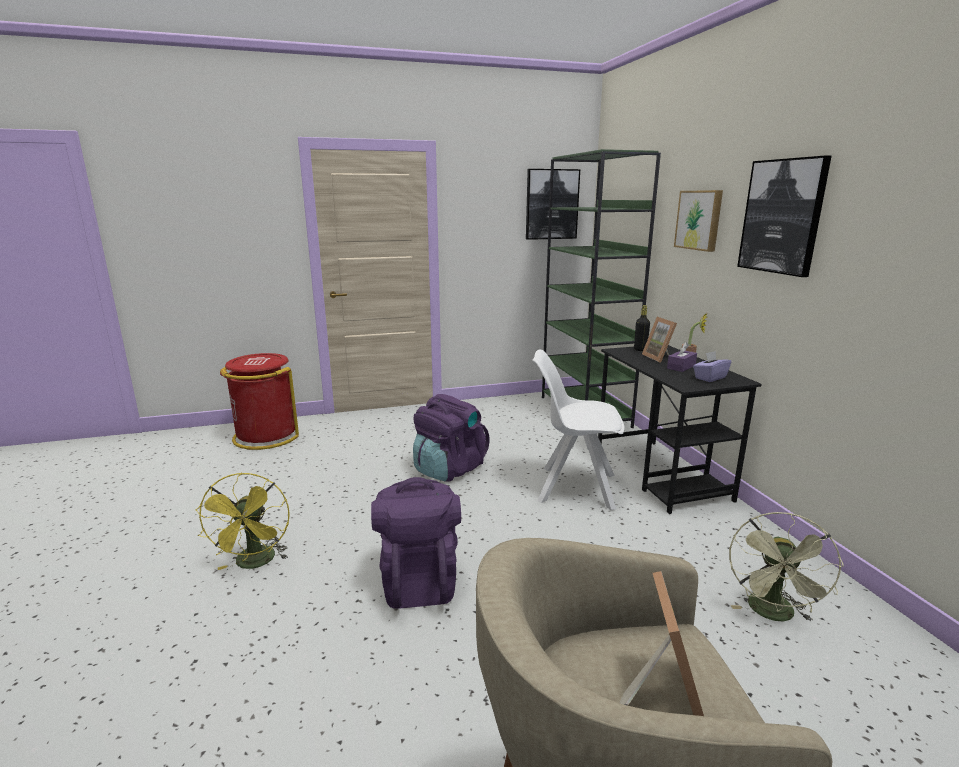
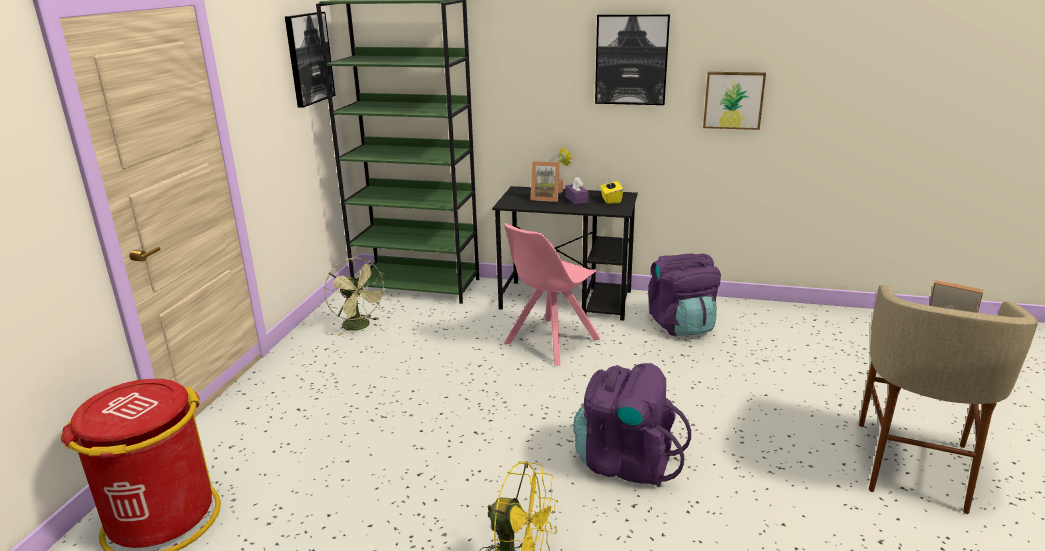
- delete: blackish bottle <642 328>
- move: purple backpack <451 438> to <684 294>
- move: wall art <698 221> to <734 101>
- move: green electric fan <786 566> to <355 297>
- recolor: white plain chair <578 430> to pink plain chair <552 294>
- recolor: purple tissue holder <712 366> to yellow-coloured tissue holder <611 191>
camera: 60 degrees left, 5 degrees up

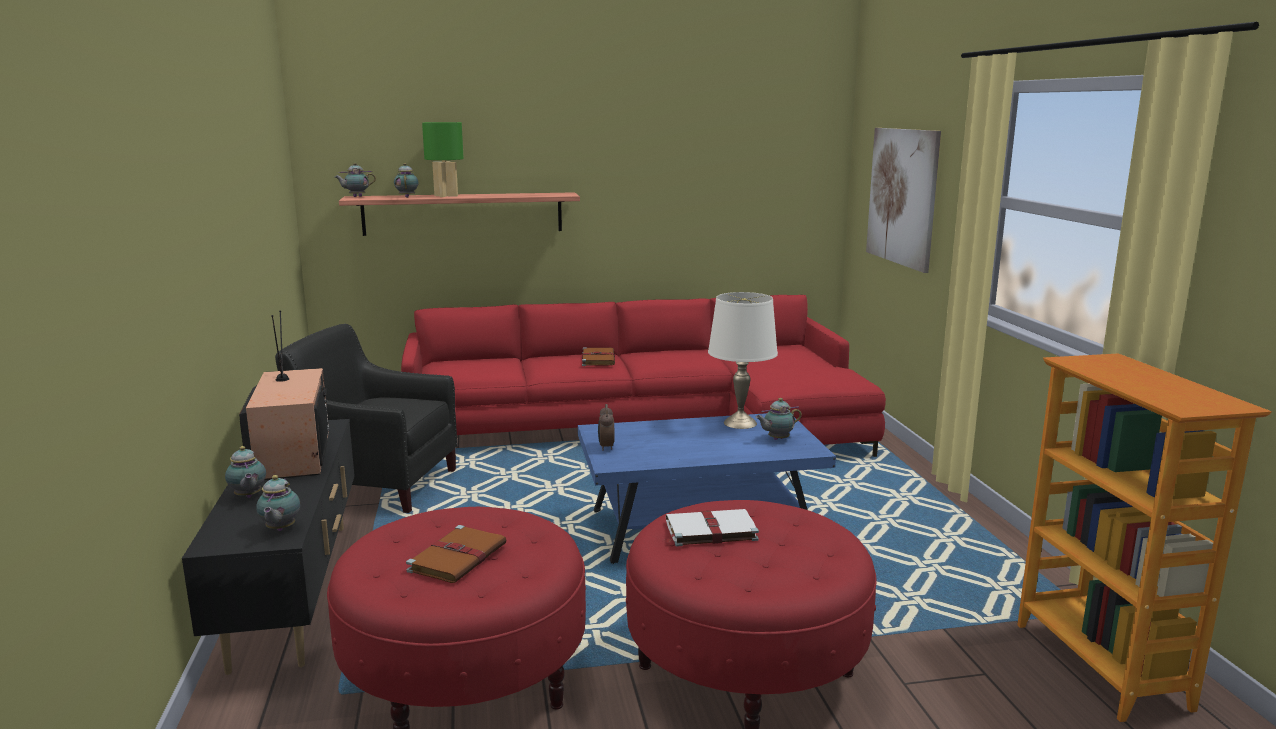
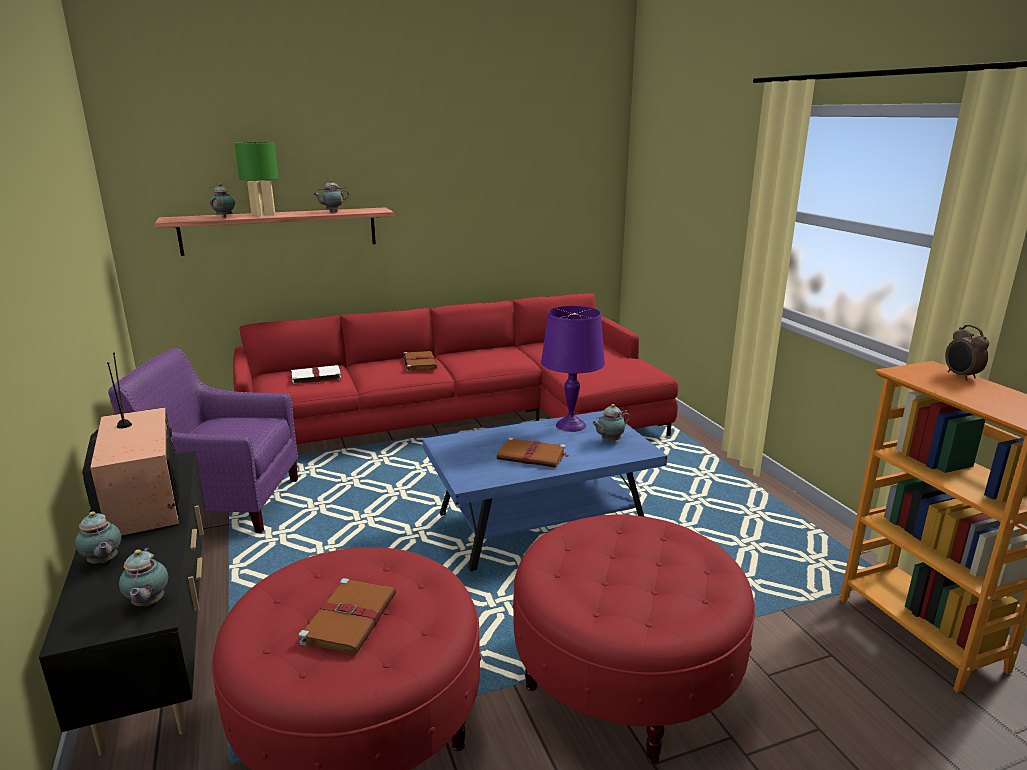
- delete: wall art <903 200>
- insert: brown-coloured bound book <533 452>
- move: teapot <355 180> to <331 196>
- move: alarm clock <606 427> to <967 353>
- move: white bound book <712 527> to <315 375>
- recolor: blackish lounge chair <366 418> to purple lounge chair <203 440>
- recolor: white table lamp <743 360> to purple table lamp <573 369>
camera: 10 degrees left, 5 degrees up

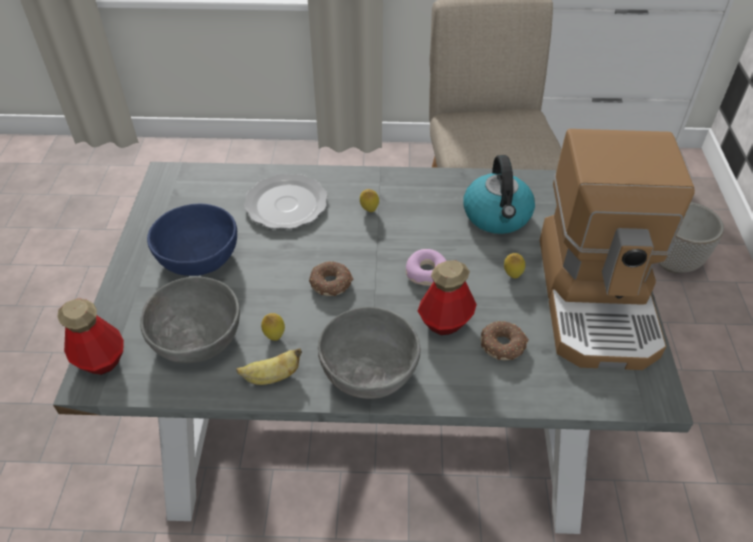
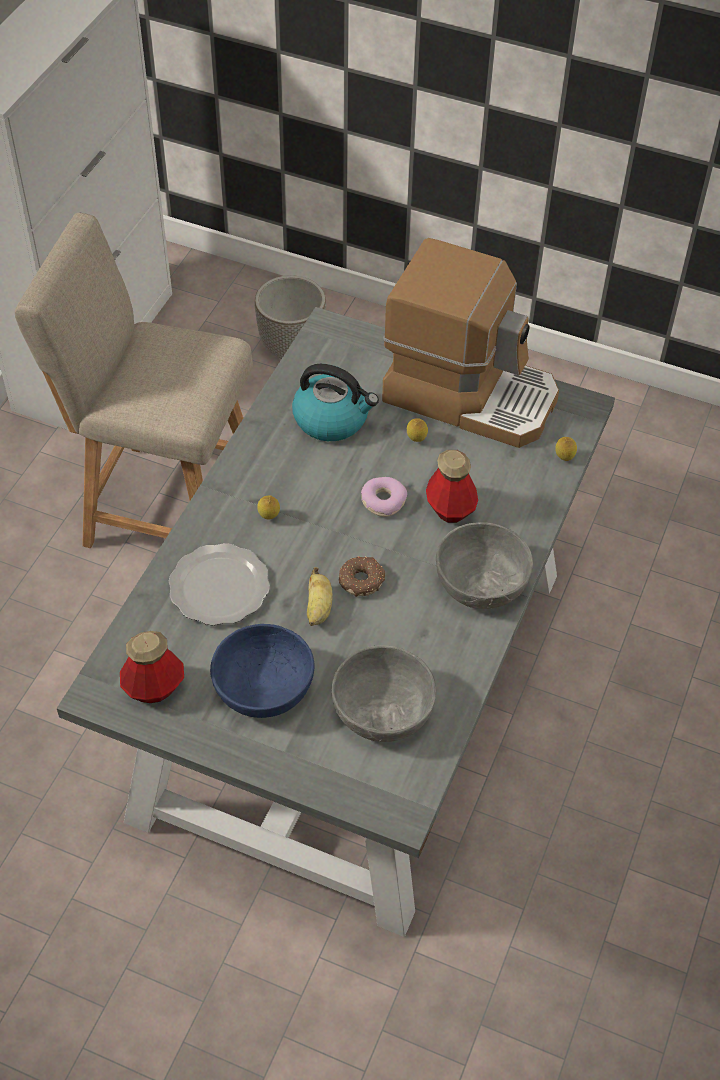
- delete: ring doughnut <505 340>
- move: bottle <90 336> to <152 667>
- move: banana <269 366> to <320 596>
- move: citrus fruit <273 327> to <566 449>
camera: 70 degrees left, 5 degrees up

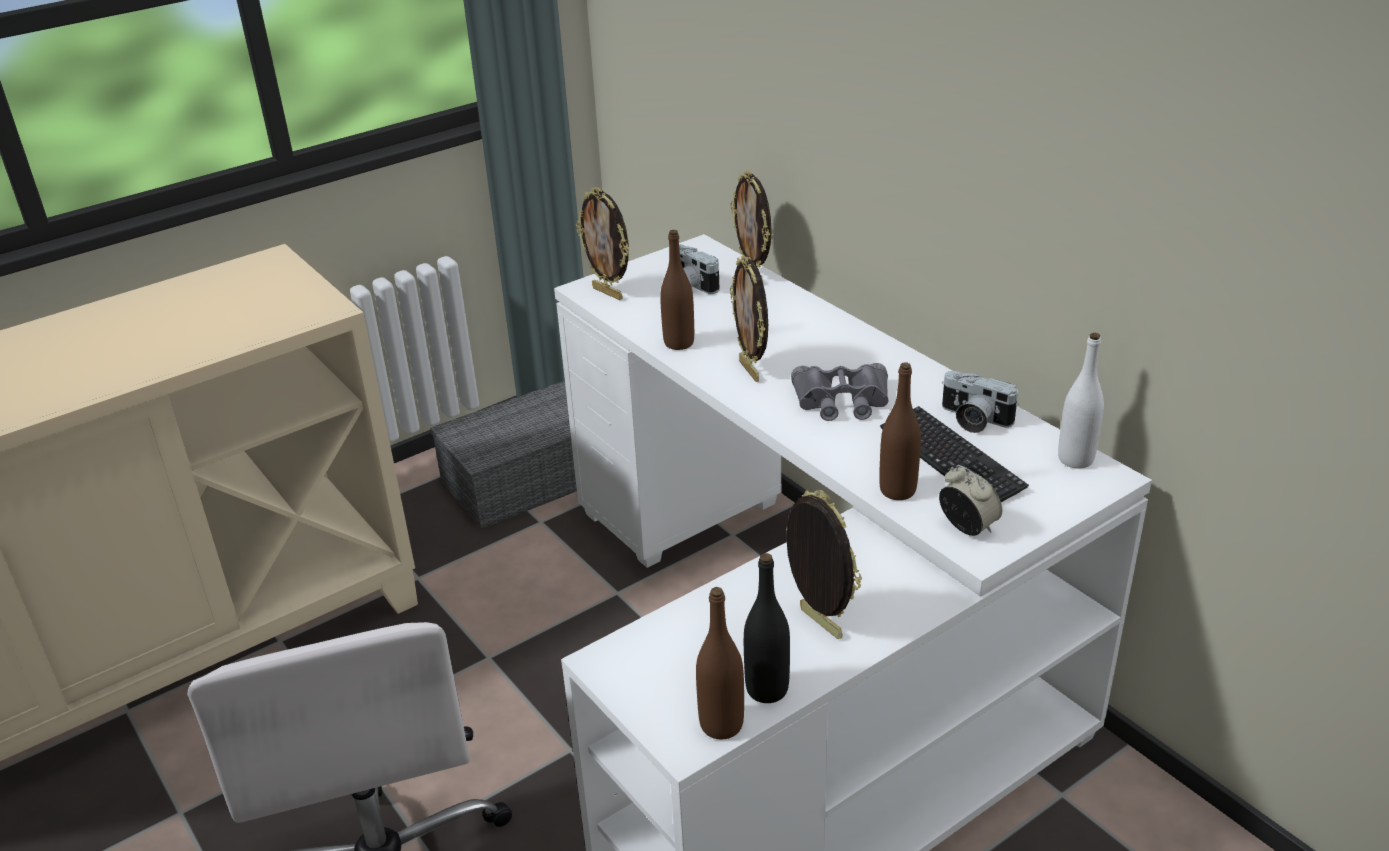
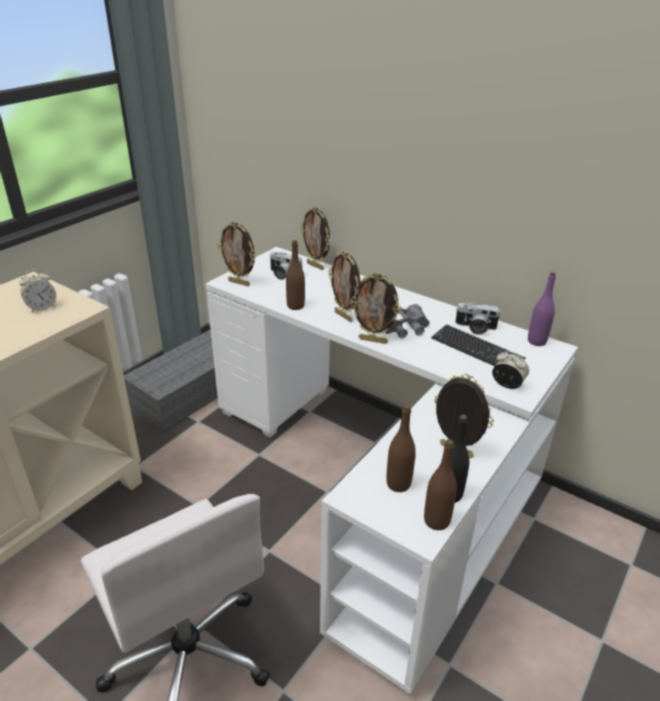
- insert: alarm clock <37 290>
- insert: standing frame <375 308>
- move: brown-coloured bottle <900 431> to <401 448>
- recolor: white bottle <1081 401> to purple bottle <542 309>
camera: 20 degrees left, 0 degrees up

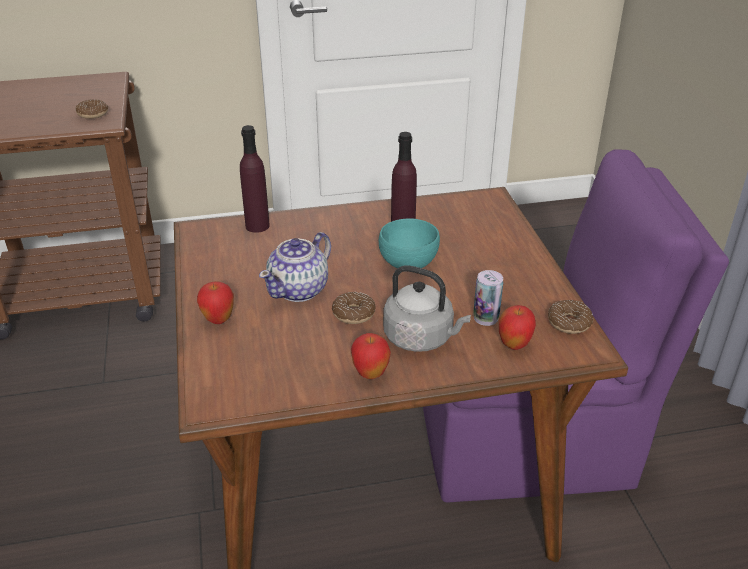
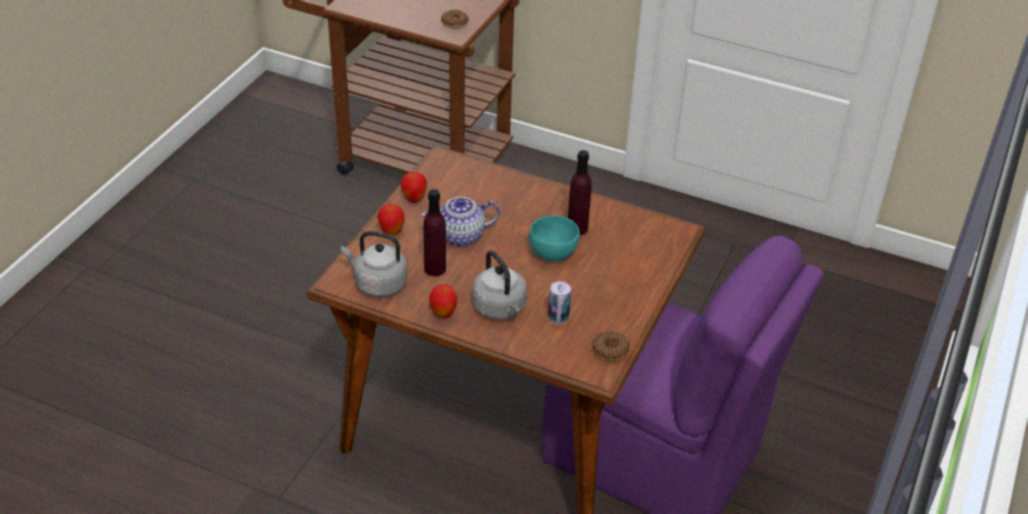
- delete: ring doughnut <354 308>
- insert: grey water kettle <374 264>
- move: purple bottle <255 179> to <435 232>
- move: apple fruit <517 327> to <414 187>
camera: 35 degrees right, 5 degrees up

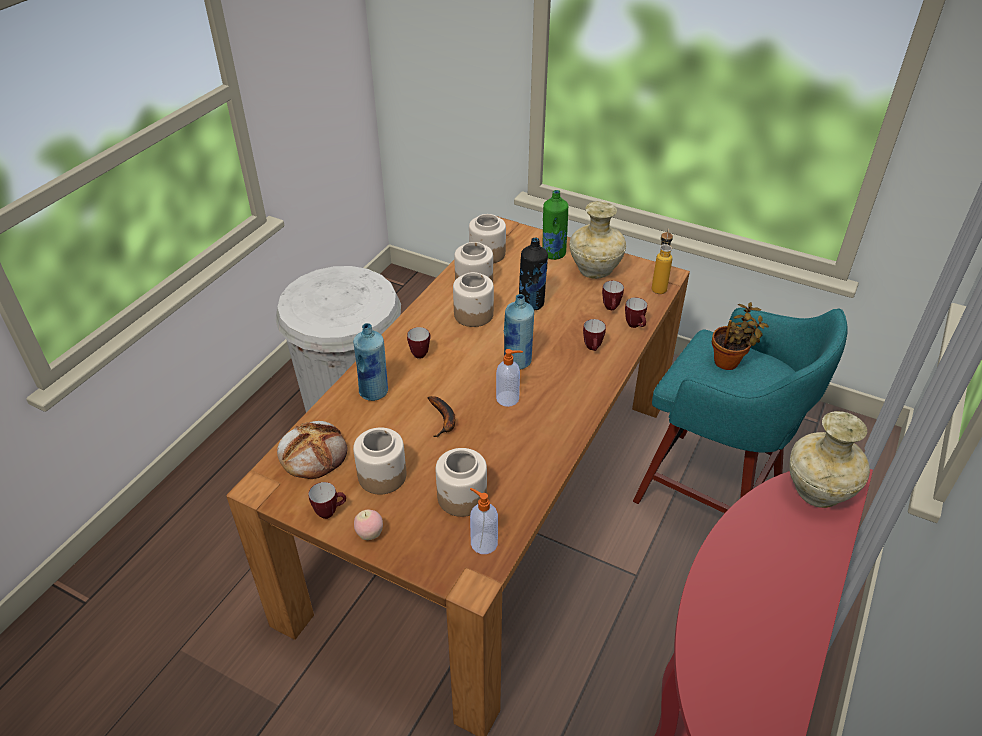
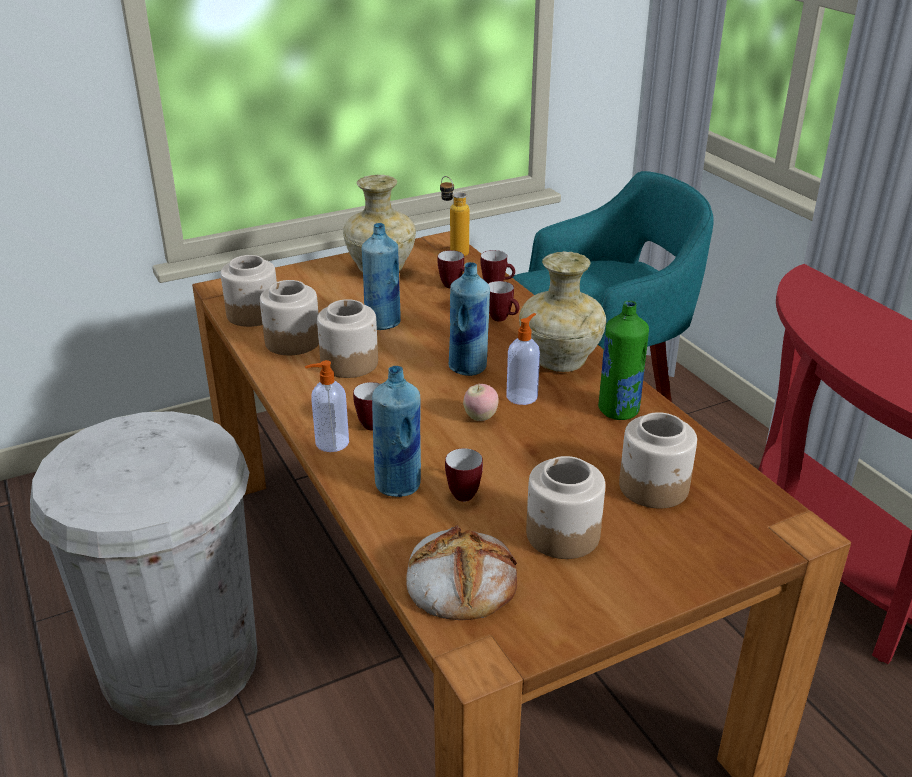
- delete: banana <442 416>
- delete: plant in a pot <740 336>
- move: tea mug <327 500> to <464 475>
- move: apple fruit <368 524> to <481 402>
- move: soap dispenser <484 521> to <327 406>
- move: green bottle <555 225> to <623 360>
- move: beige-coloured vase <829 459> to <562 311>
- recolor: blackish bottle <533 274> to blue bottle <381 276>
camera: 55 degrees left, 10 degrees down

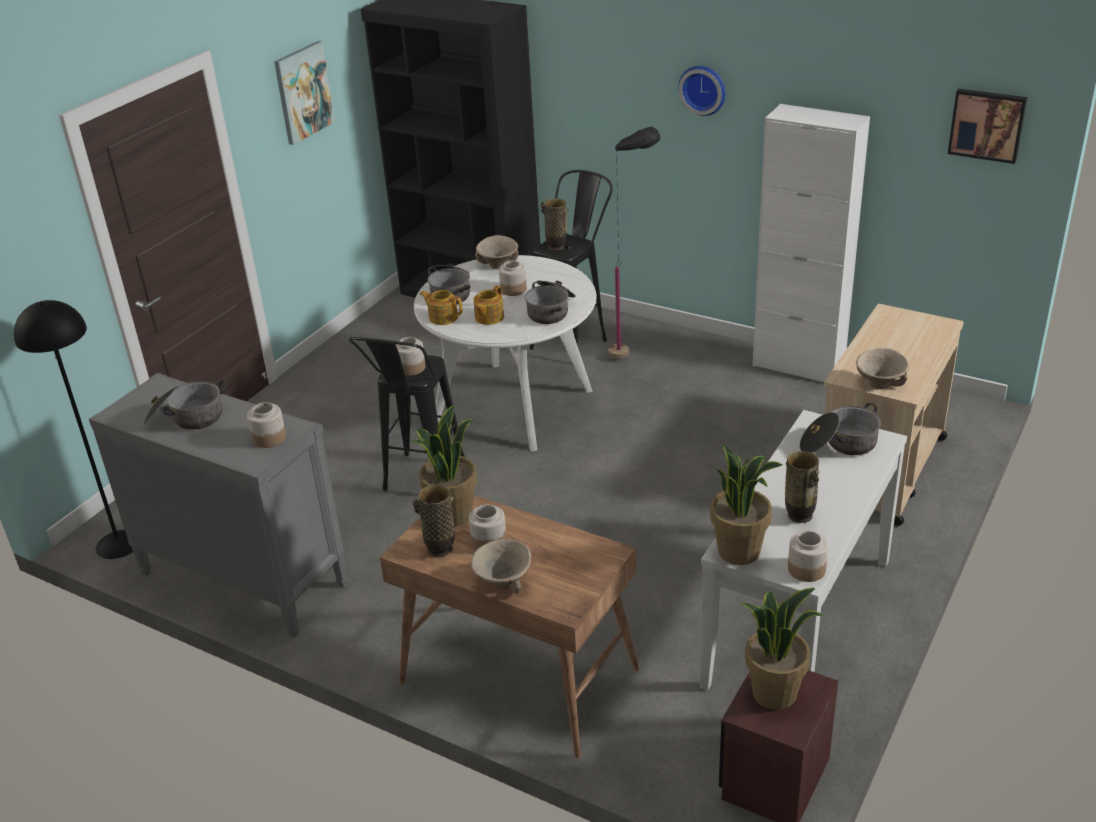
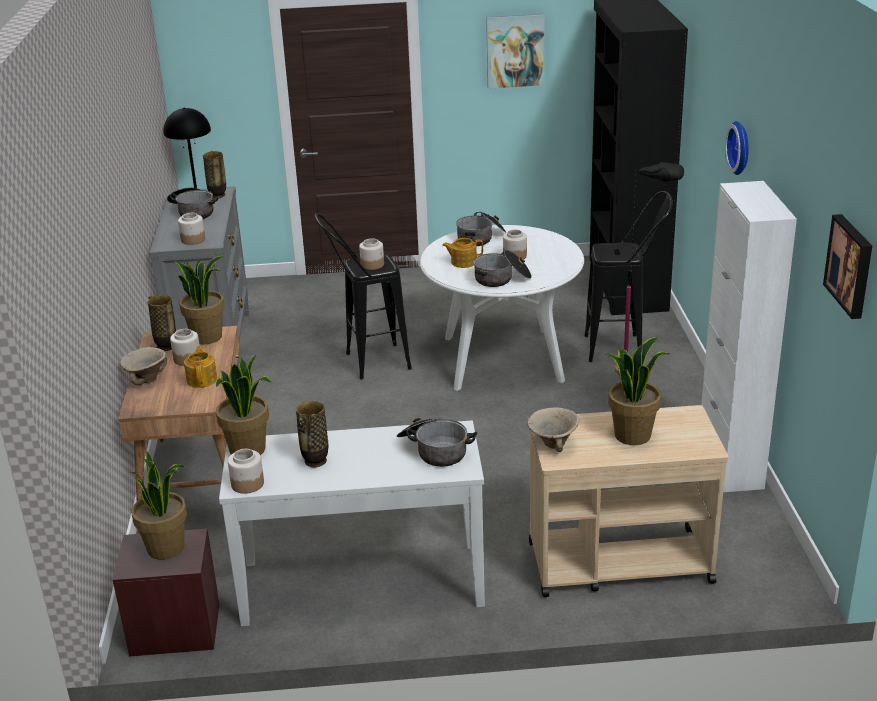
- delete: beige-coloured bowl <497 252>
- insert: plant in a pot <636 390>
- move: teapot <441 307> to <200 367>
- move: vase <555 224> to <214 174>
camera: 55 degrees right, 5 degrees down

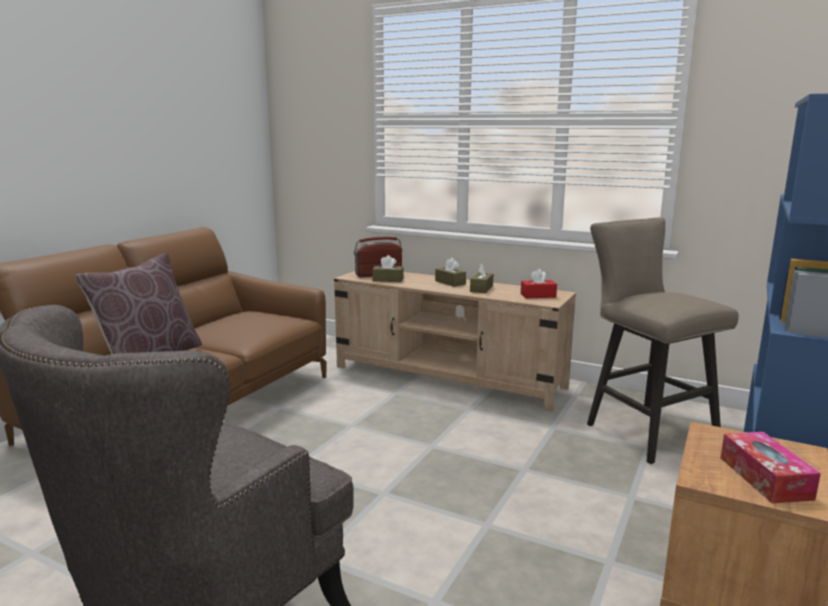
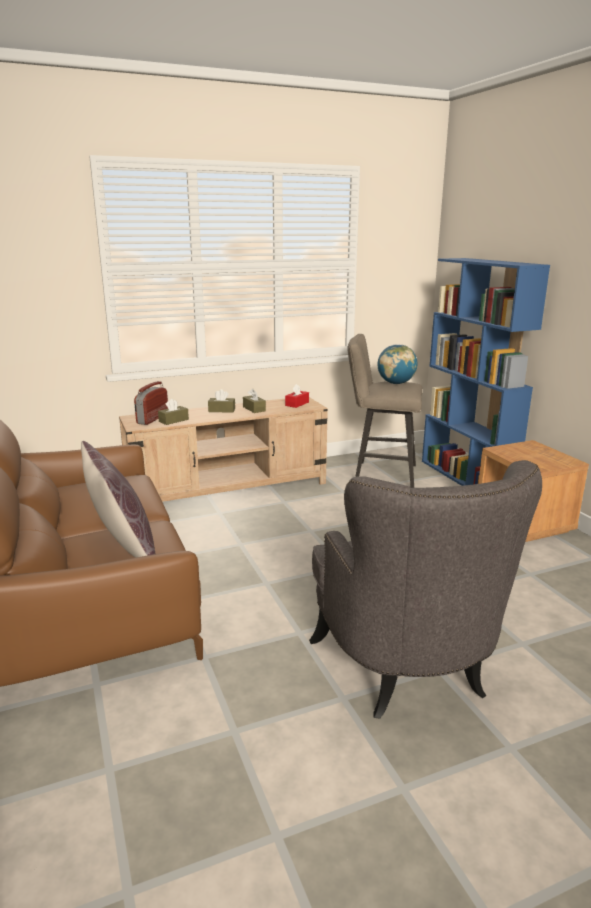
- delete: tissue holder <771 467>
- insert: desk globe <397 364>
camera: 50 degrees left, 5 degrees up

